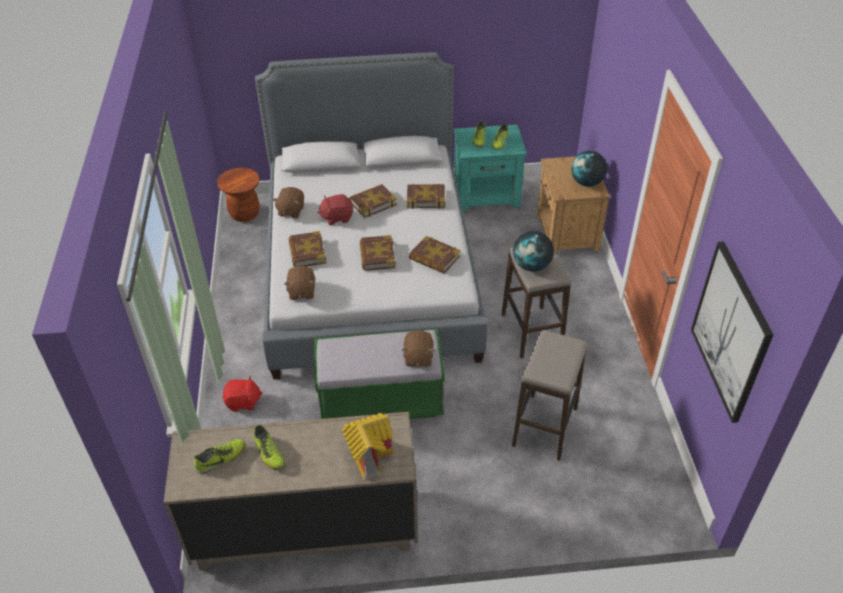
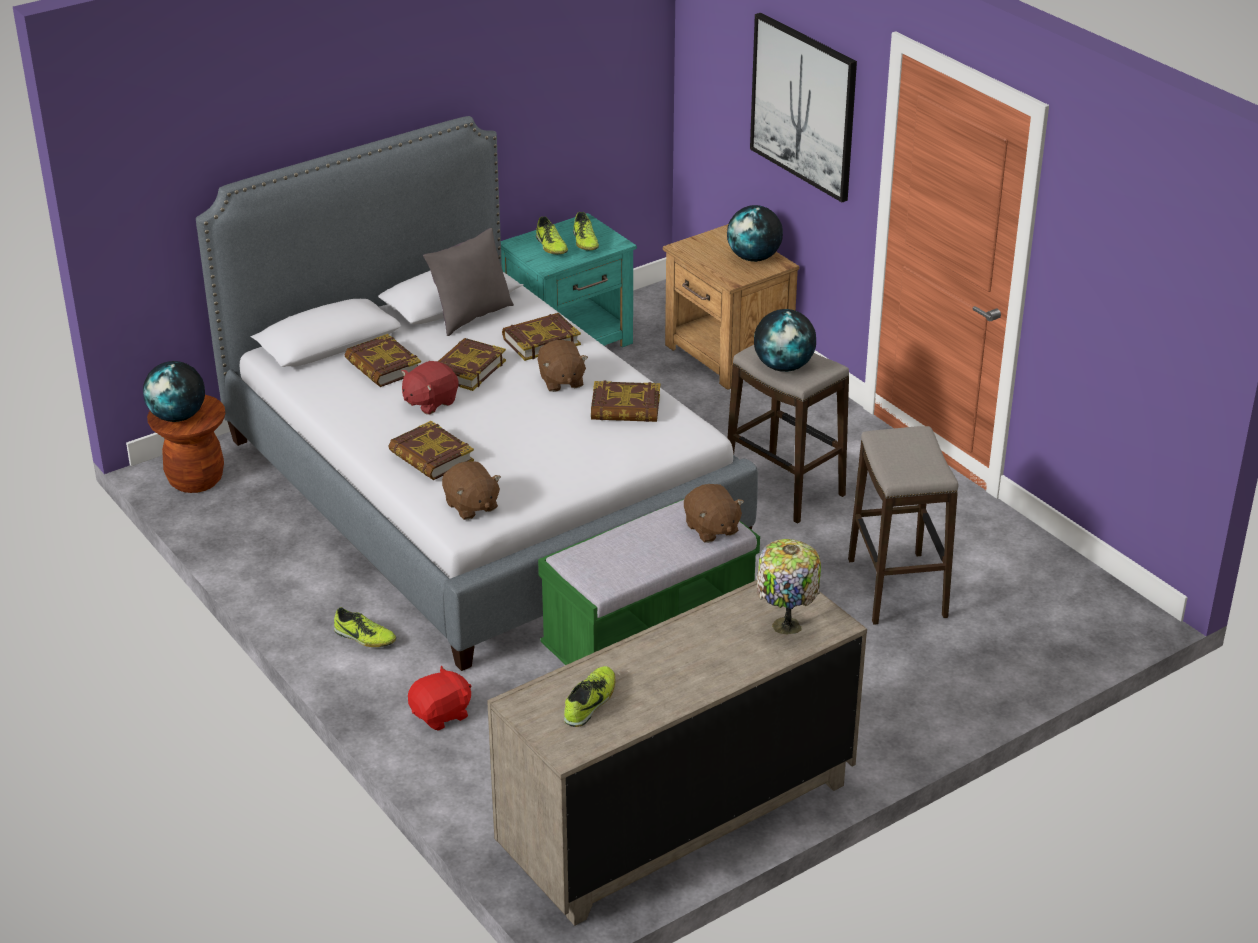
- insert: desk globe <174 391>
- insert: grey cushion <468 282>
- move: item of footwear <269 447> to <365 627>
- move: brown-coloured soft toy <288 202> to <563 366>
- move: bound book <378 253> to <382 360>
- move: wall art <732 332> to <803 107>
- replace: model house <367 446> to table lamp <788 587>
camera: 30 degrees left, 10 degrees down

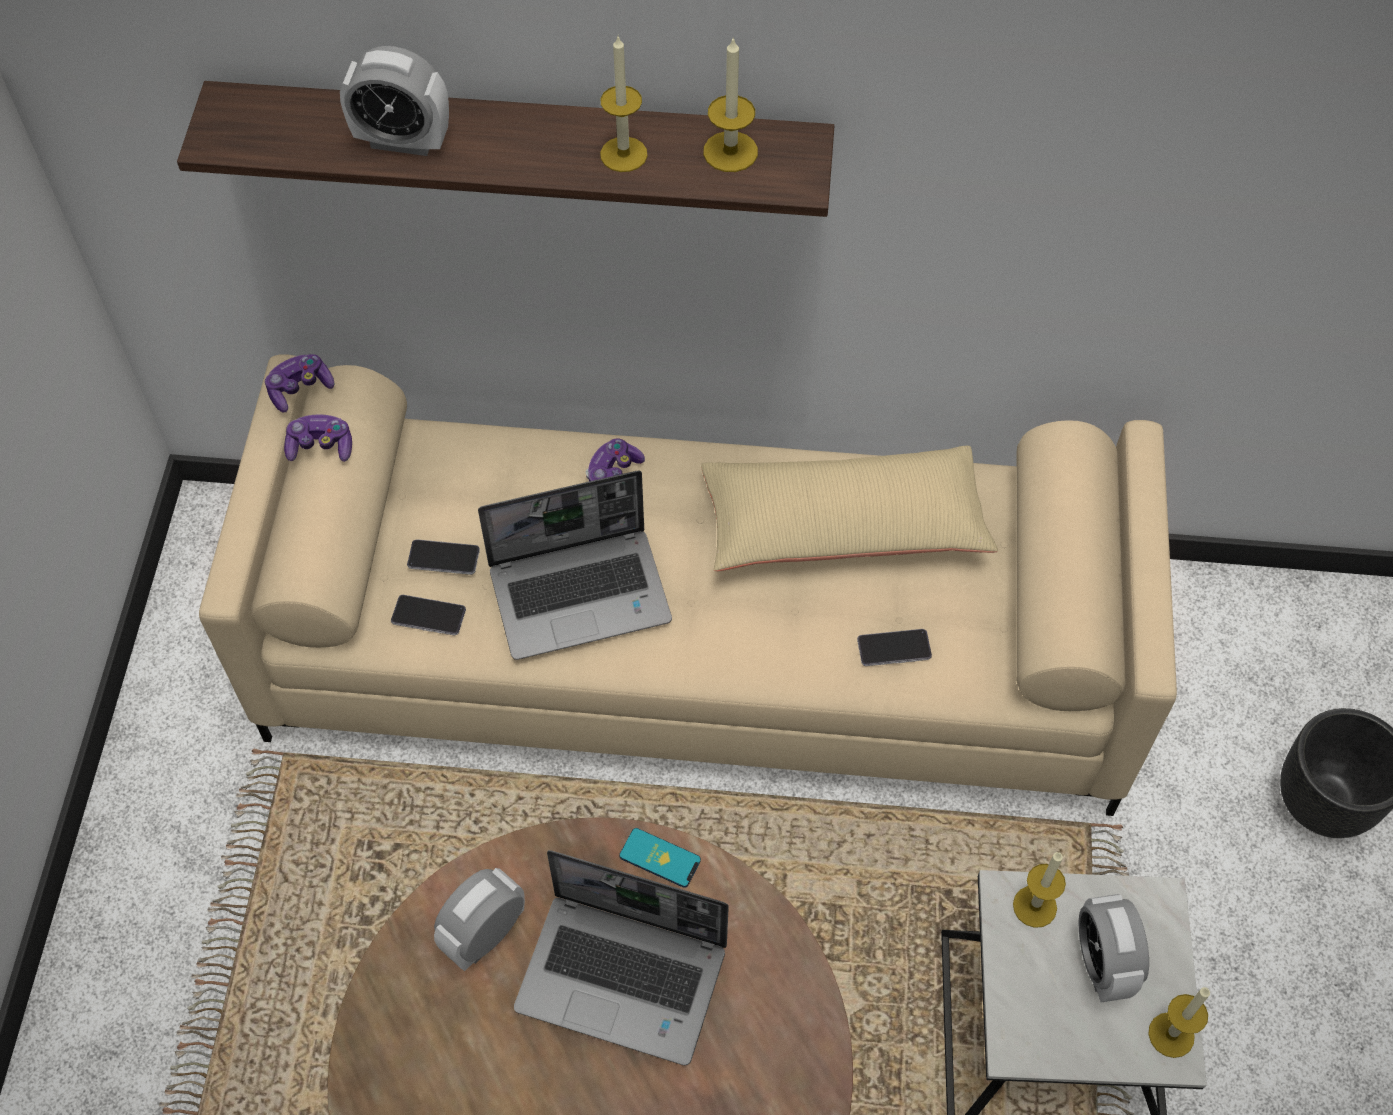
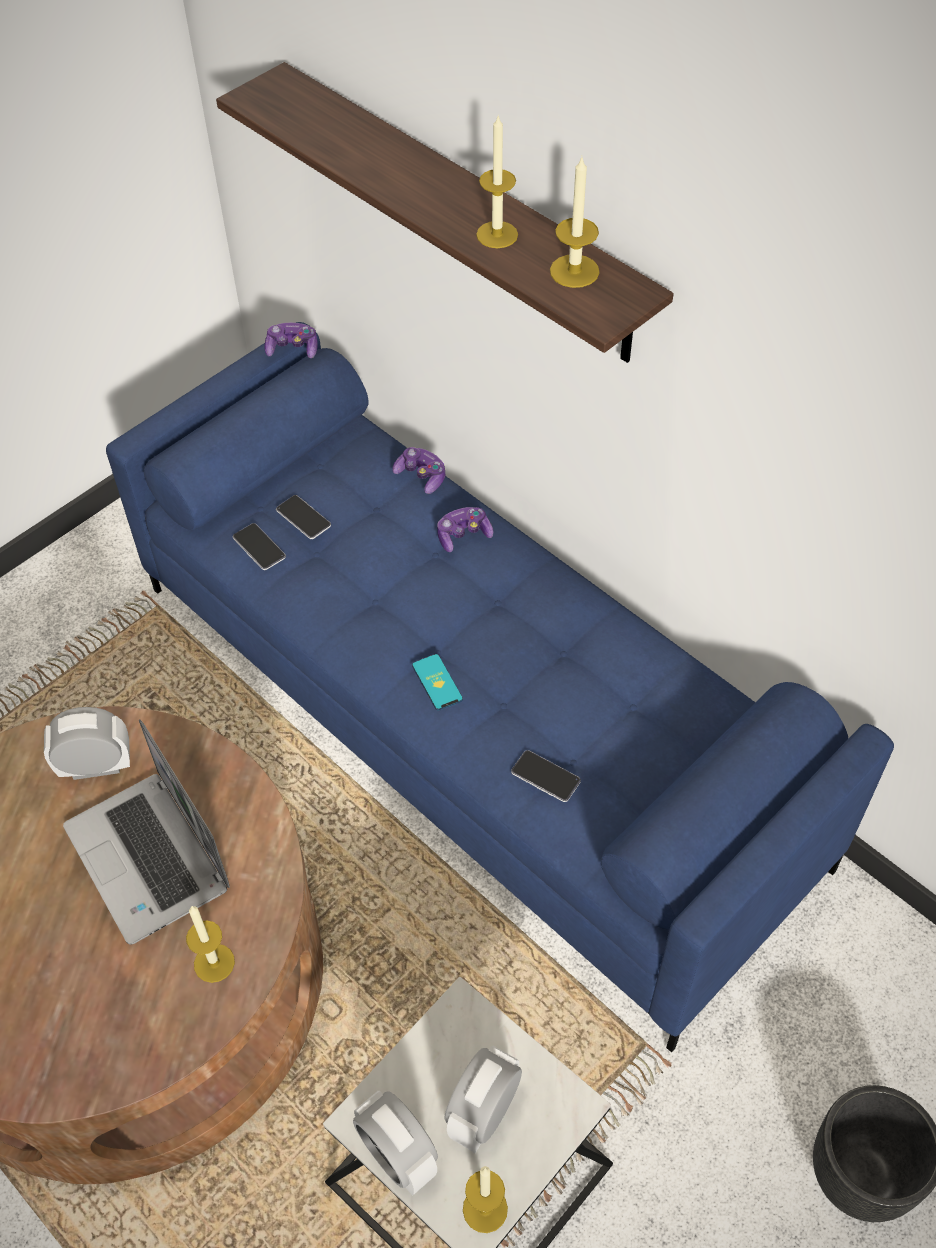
- delete: notebook computer <575 565>
- delete: beige-coloured cushion <849 508>
- move: gamepad <318 438> to <418 470>
- move: alarm clock <394 101> to <395 1143>
- move: telephone <660 858> to <437 682>
- move: wax light <1039 890> to <210 944>
- recolor: beige-coloured couch <688 585> to blue couch <500 687>
camera: 40 degrees right, 5 degrees down

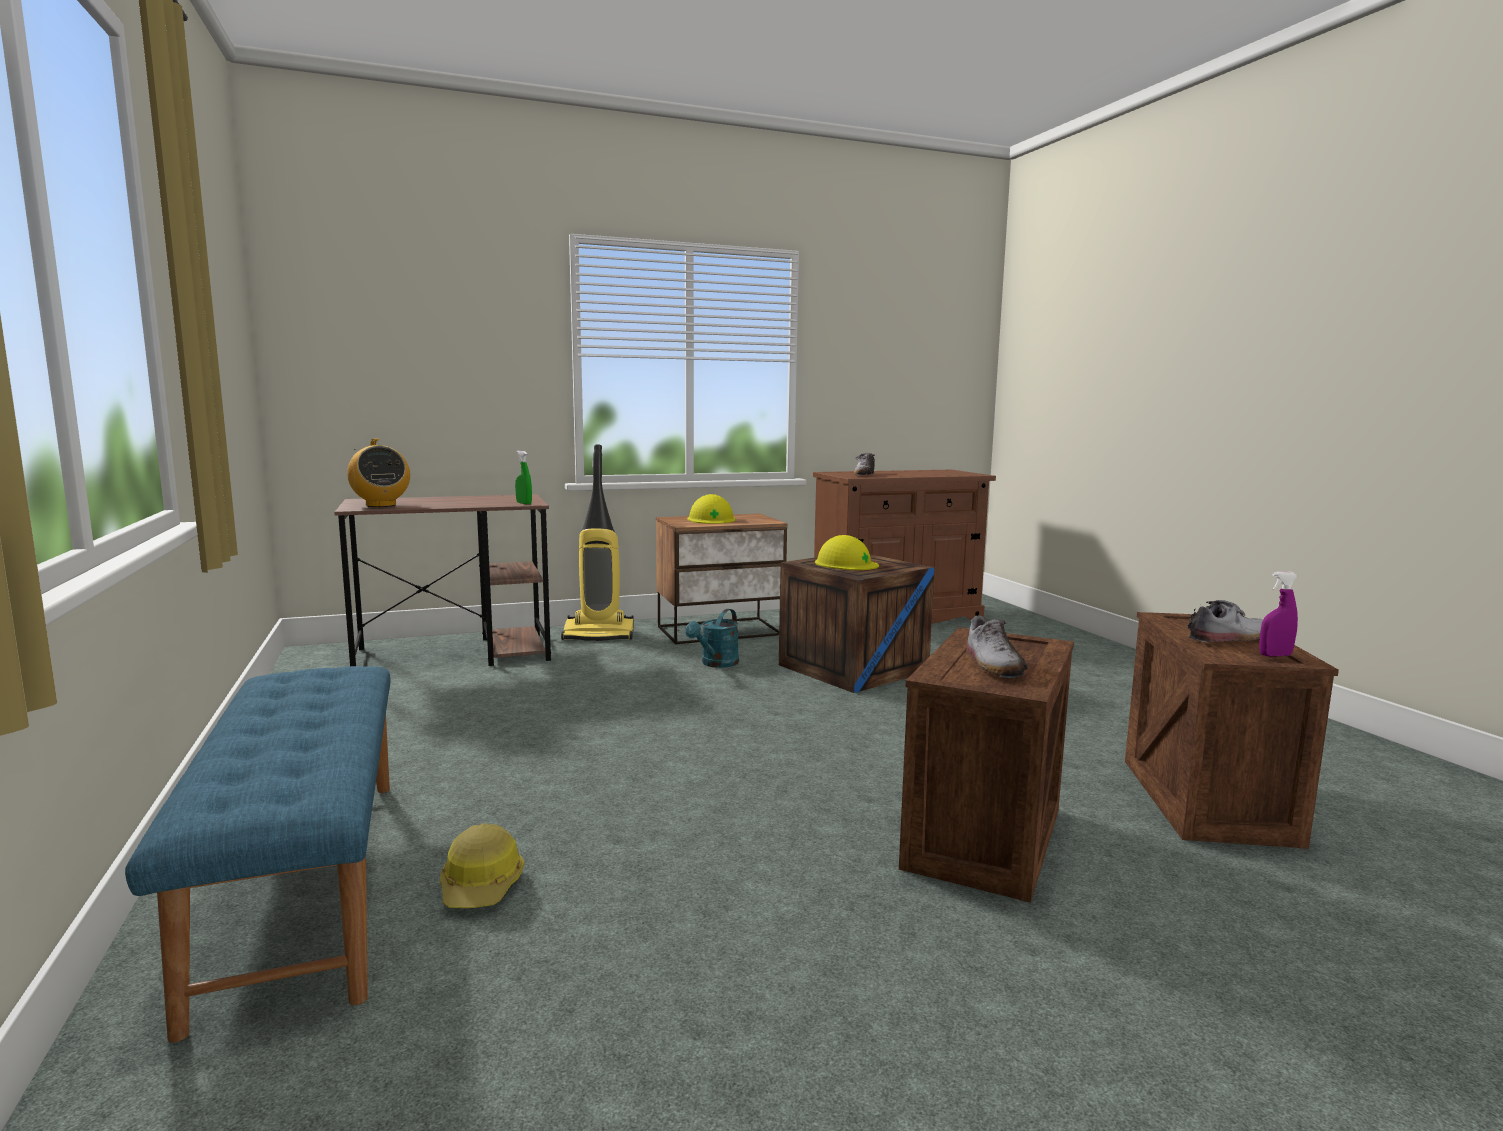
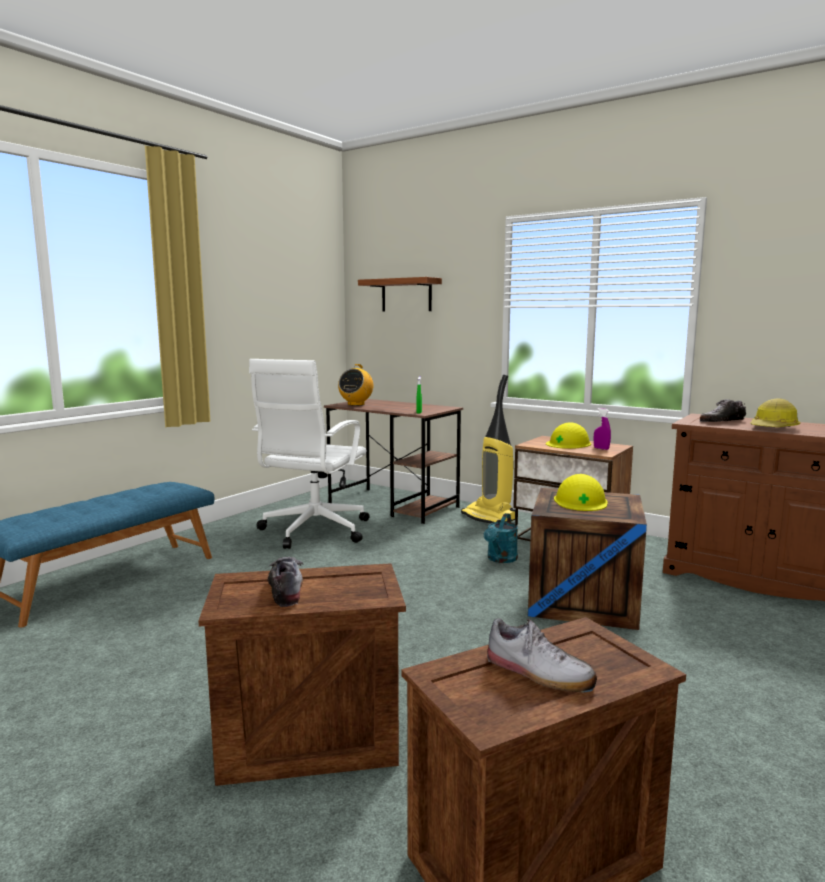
- insert: white computer chair <309 454>
- insert: bracket shelf <400 294>
- move: work helmet <482 865> to <775 412>
- move: purple spray bottle <1278 614> to <602 429>
- rotate: blue-green watering can <712 638> = <501 538> 60 degrees counterclockwise
- rotate: item of footwear <997 646> = <285 582> 120 degrees clockwise
camera: 55 degrees right, 0 degrees up

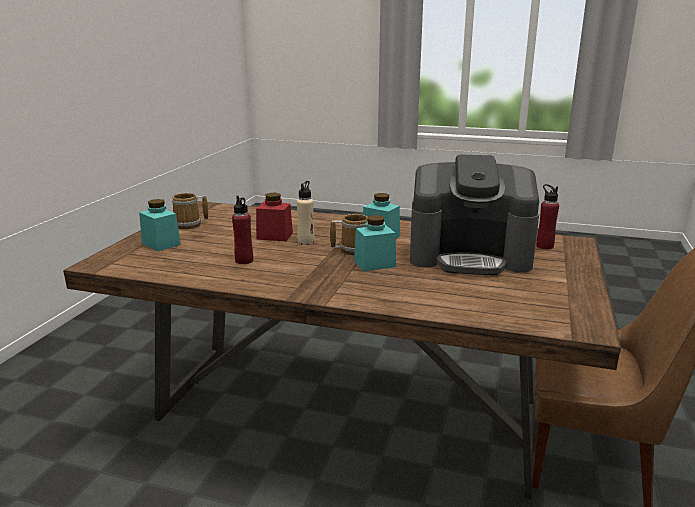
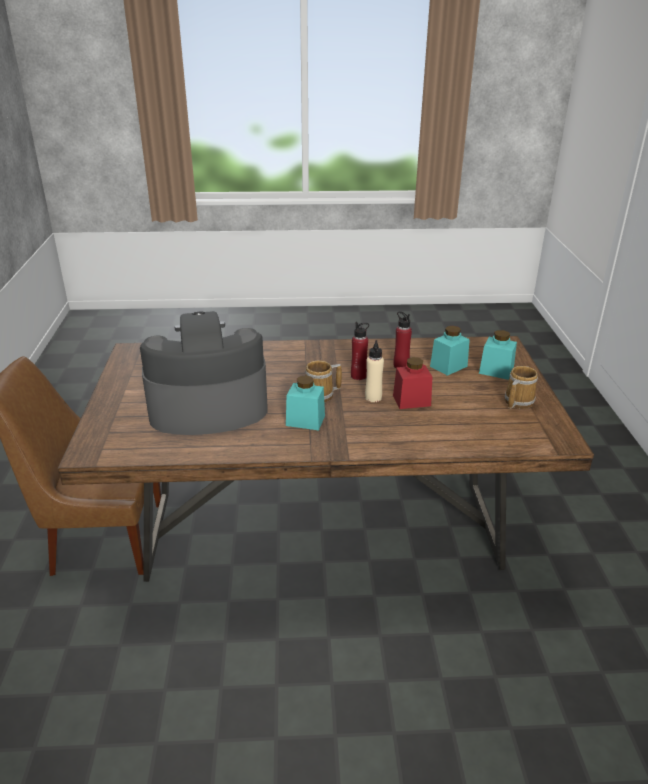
- move: blue-green jar <375 243> to <450 351>
- move: red bottle <547 216> to <360 351>
camera: 160 degrees right, 10 degrees up

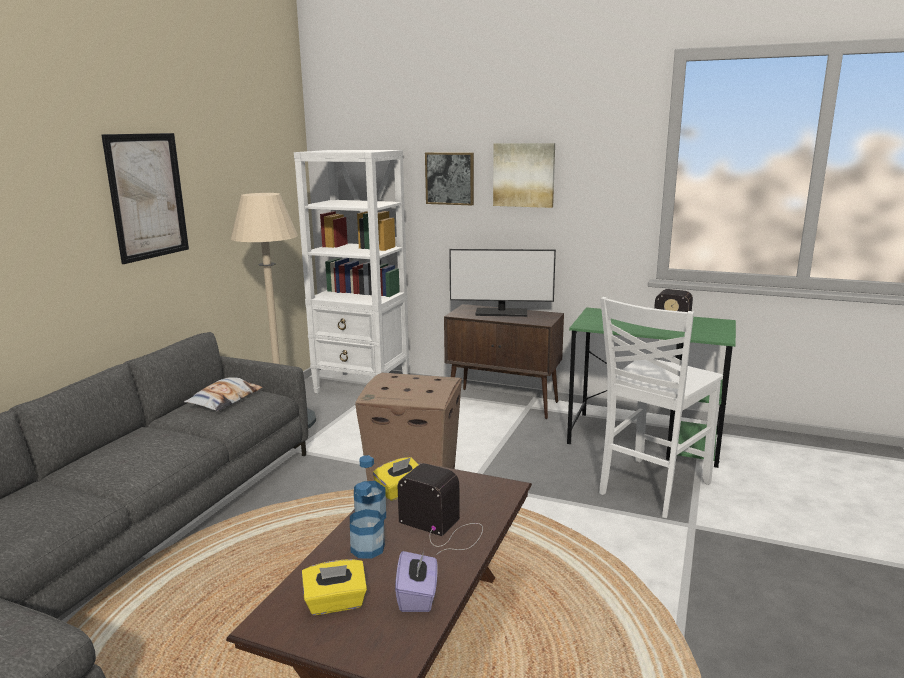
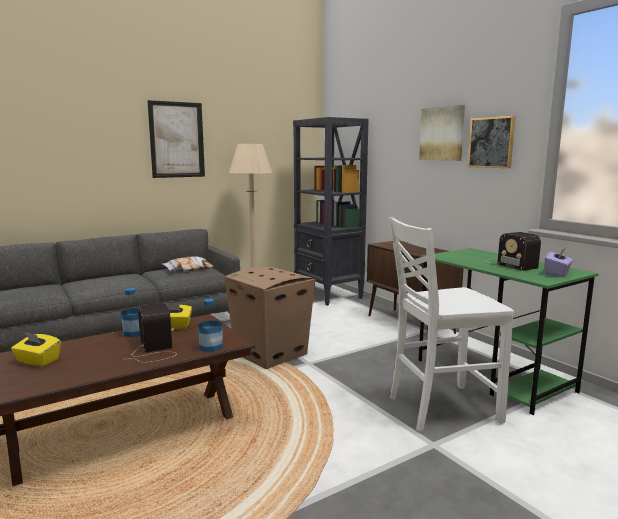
- delete: computer screen <502 283>
- move: bottle <367 520> to <210 325>
- move: purple tissue holder <416 581> to <559 262>
- move: wall art <449 178> to <491 142>
- recolor: white bookshelf <351 271> to blackish bookshelf <331 211>
camera: 35 degrees right, 5 degrees down

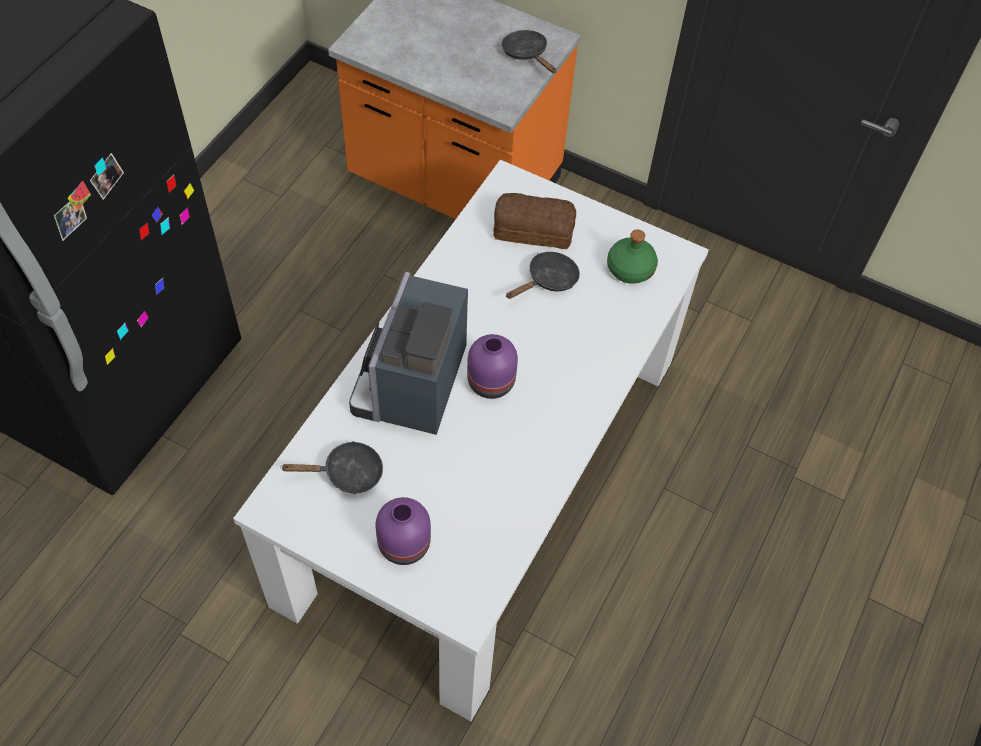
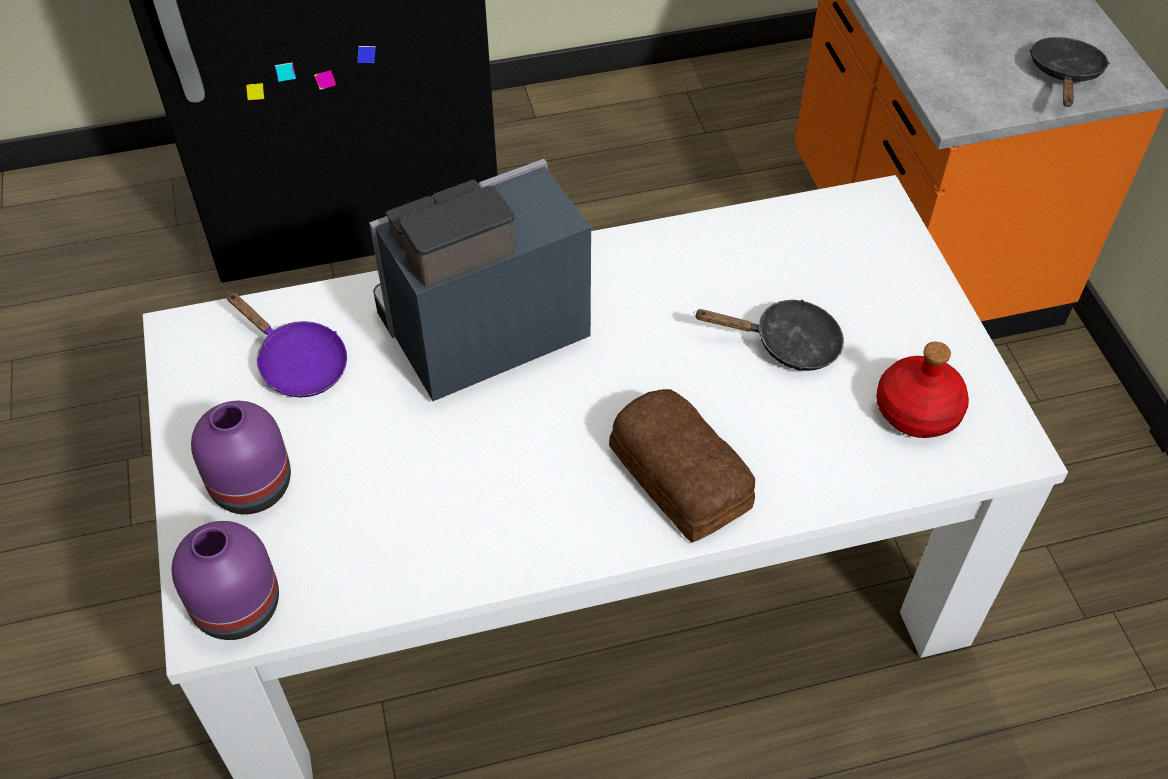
- move: purple vase <492 366> to <225 580>
- move: bread <534 221> to <682 466>
- recolor: blackish frying pan <331 467> to purple frying pan <286 344>
- recolor: green bottle <632 257> to red bottle <922 390>
camera: 50 degrees right, 5 degrees down

